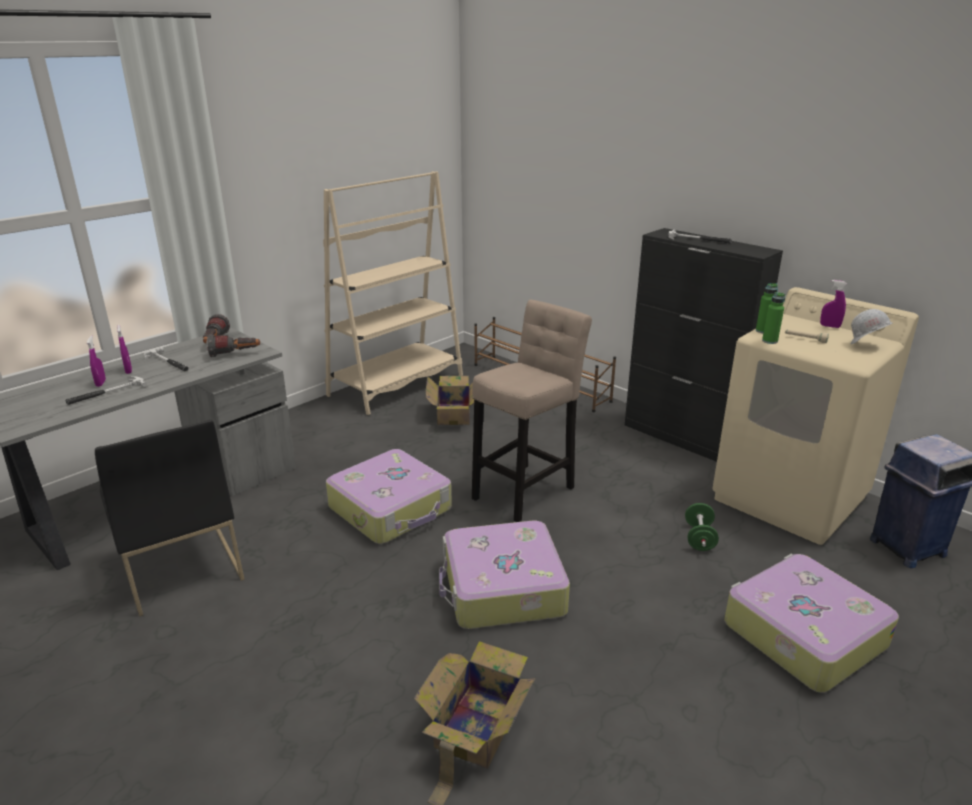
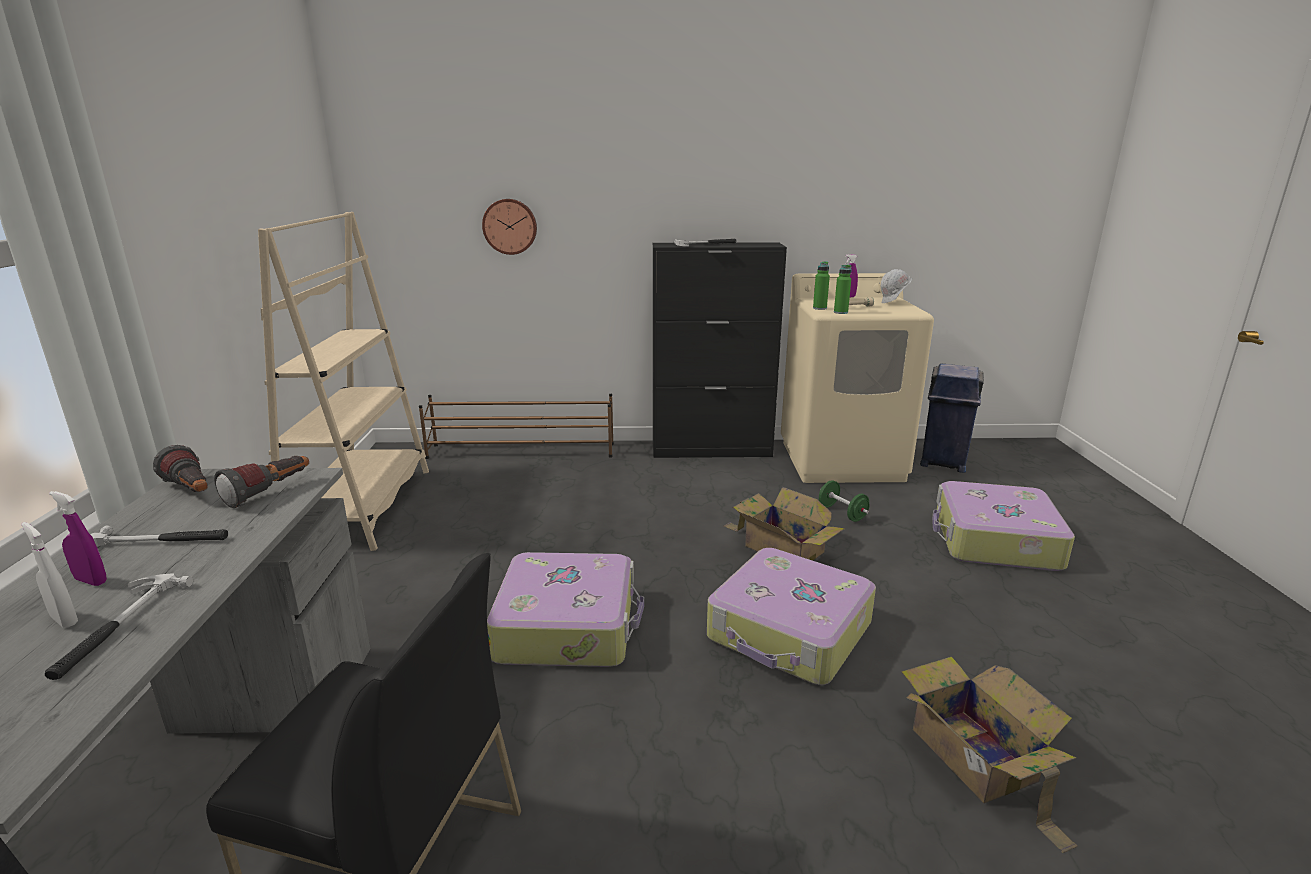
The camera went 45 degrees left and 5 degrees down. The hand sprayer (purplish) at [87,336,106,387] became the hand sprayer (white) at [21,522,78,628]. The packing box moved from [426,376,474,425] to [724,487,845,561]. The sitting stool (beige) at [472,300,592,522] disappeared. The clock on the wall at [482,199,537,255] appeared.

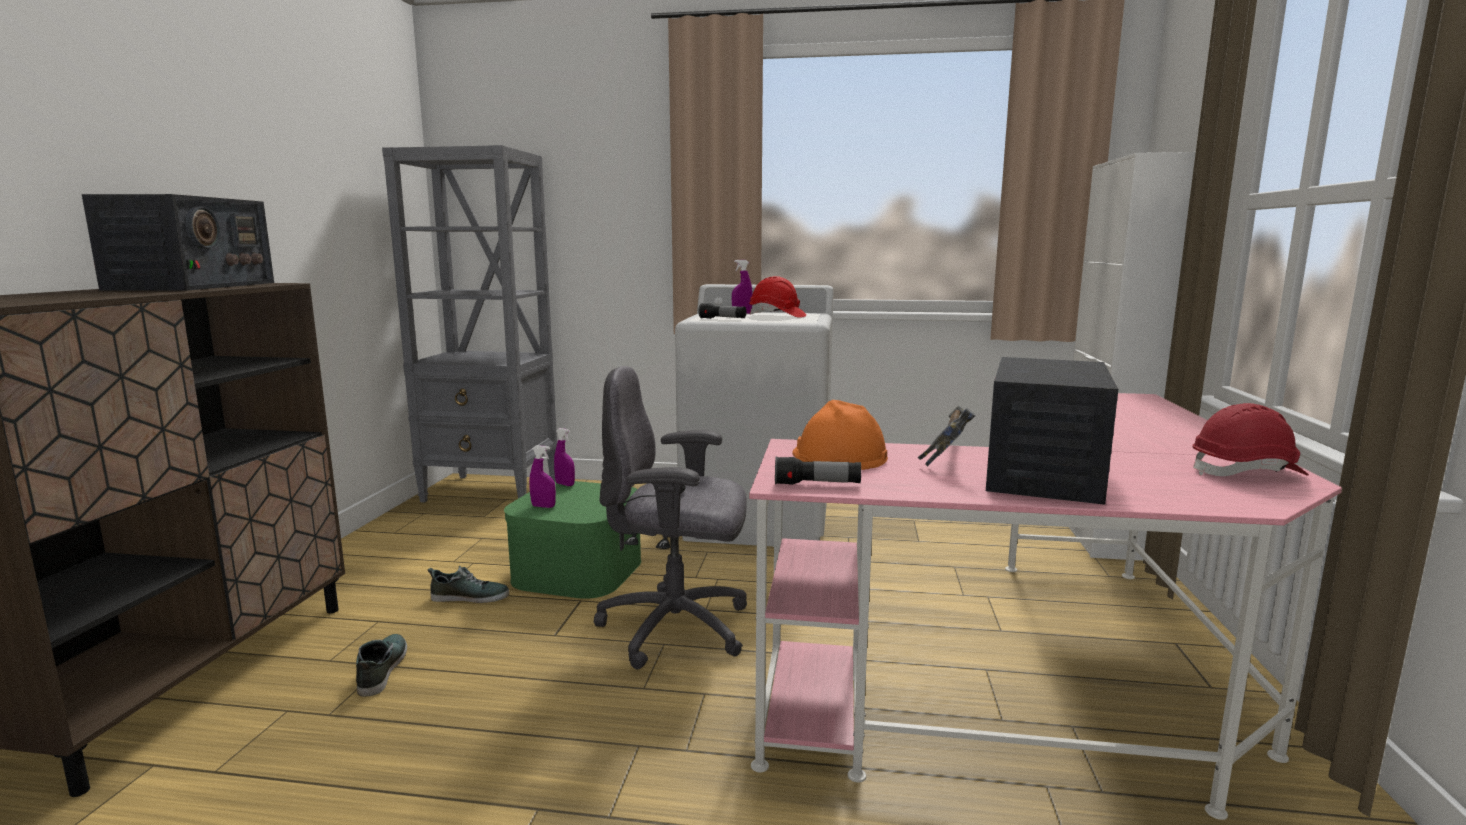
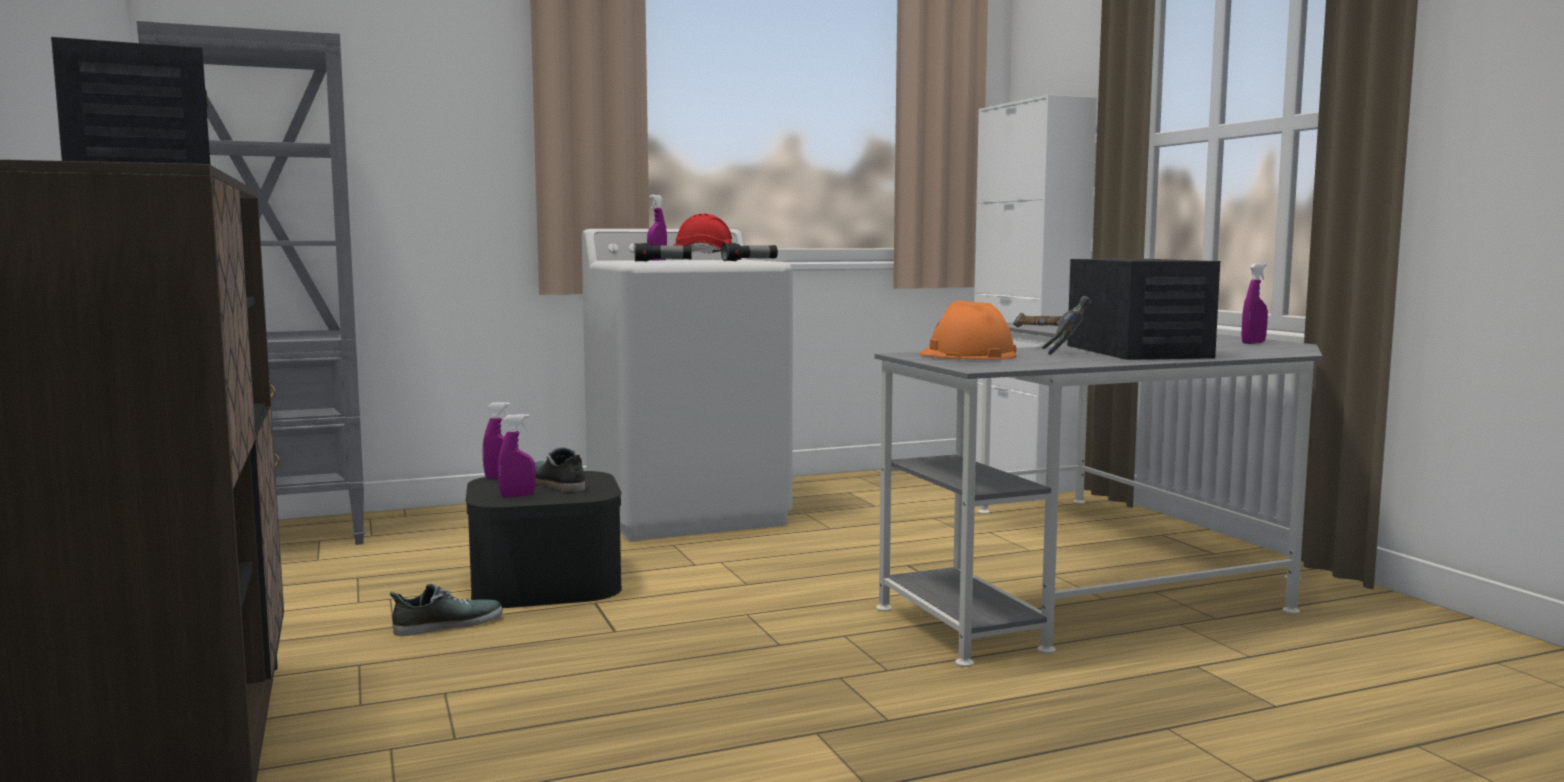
The camera went 30 degrees left and 5 degrees down. The item of footwear moved from [356,634,407,696] to [535,447,585,492]. The storage box (green) at [504,481,641,599] became the storage box (blackish) at [466,471,622,608]. The computer chair (greyish) at [594,366,747,669] disappeared. The desk unit (pink-coloured) at [749,393,1342,820] became the desk unit (greyish) at [874,322,1322,667]. The flashlight moved from [775,456,861,485] to [721,243,778,261]. The hard hat (red-coloured) at [1192,403,1309,476] was replaced by the hand sprayer (purplish) at [1241,263,1268,344].

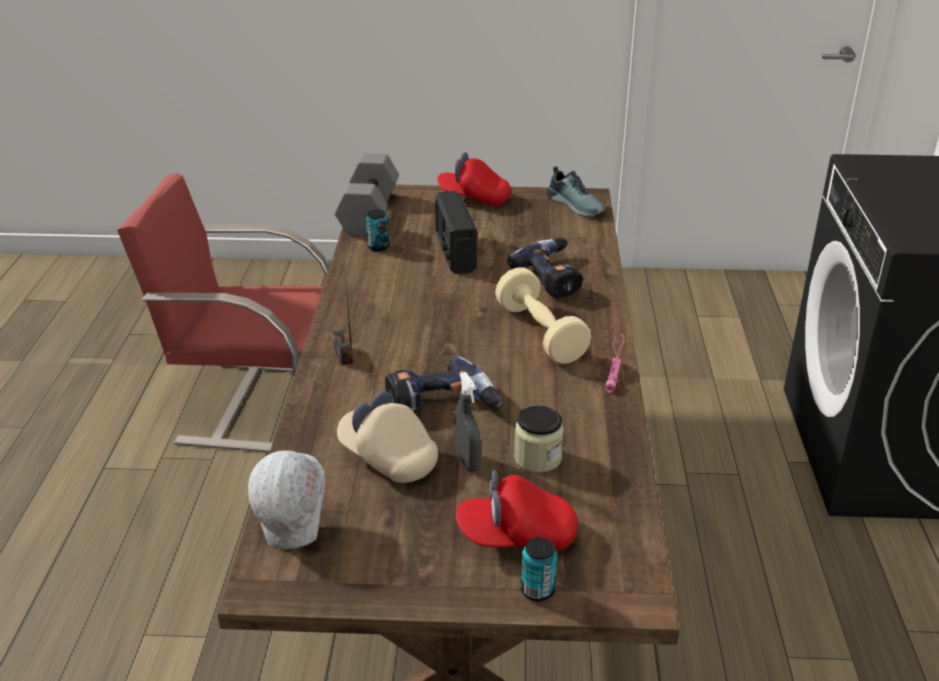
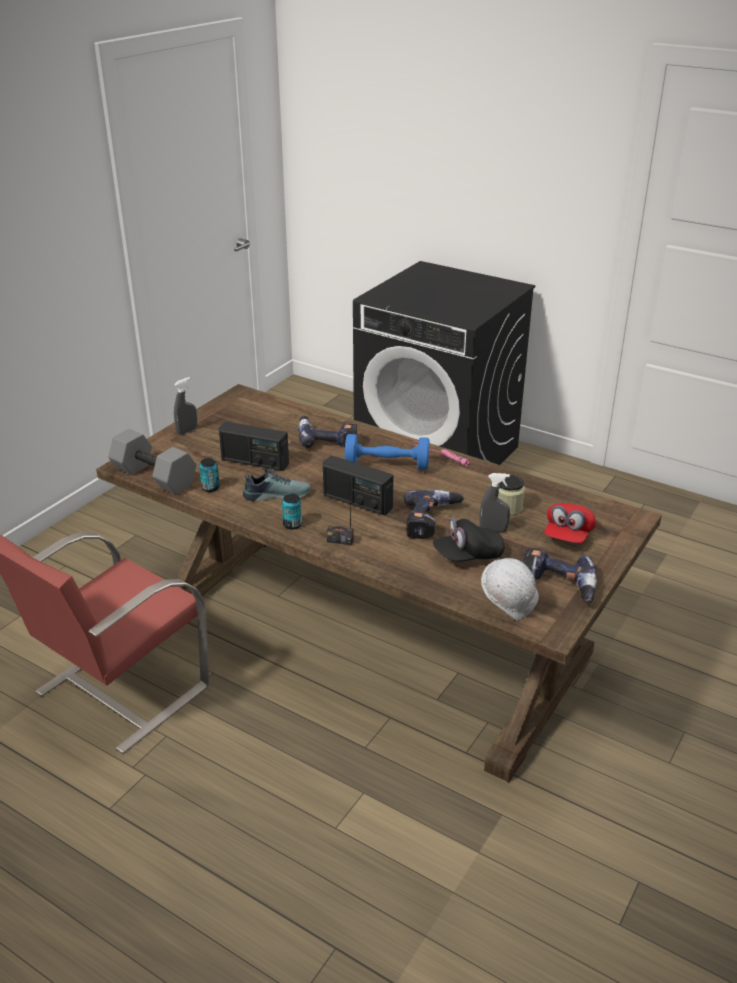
The camera went 60 degrees left and 0 degrees up. The baseball cap (beige) at [337,391,438,483] became the baseball cap (blackish) at [433,517,504,562]. The baseball cap (red-coloured) at [437,152,511,206] was replaced by the hand sprayer (greyish) at [174,377,197,435]. The hand weight (beige) at [495,267,591,364] became the hand weight (blue) at [345,434,429,470]. The metal can moved from [521,537,558,601] to [282,494,302,529]. The item of footwear moved from [546,166,605,216] to [243,468,310,502]. The radio at [323,456,393,515] appeared. The electric drill at [523,548,597,603] appeared.

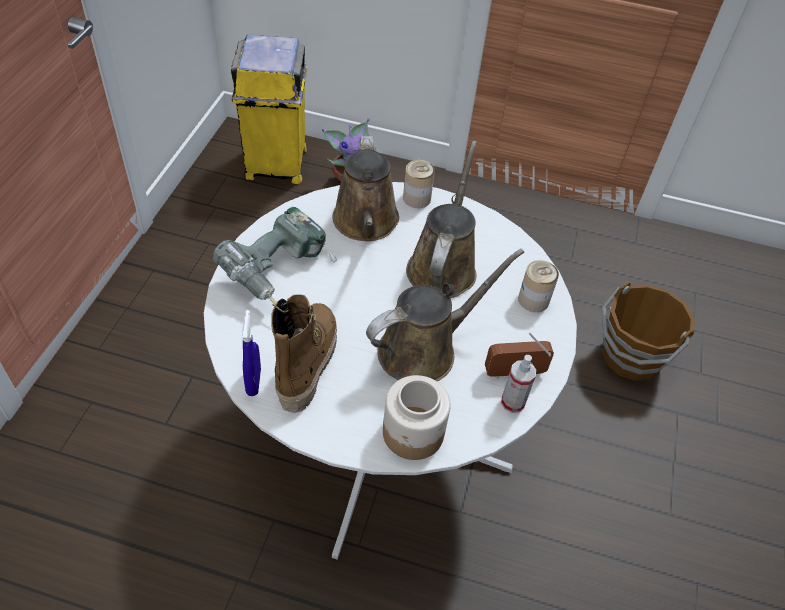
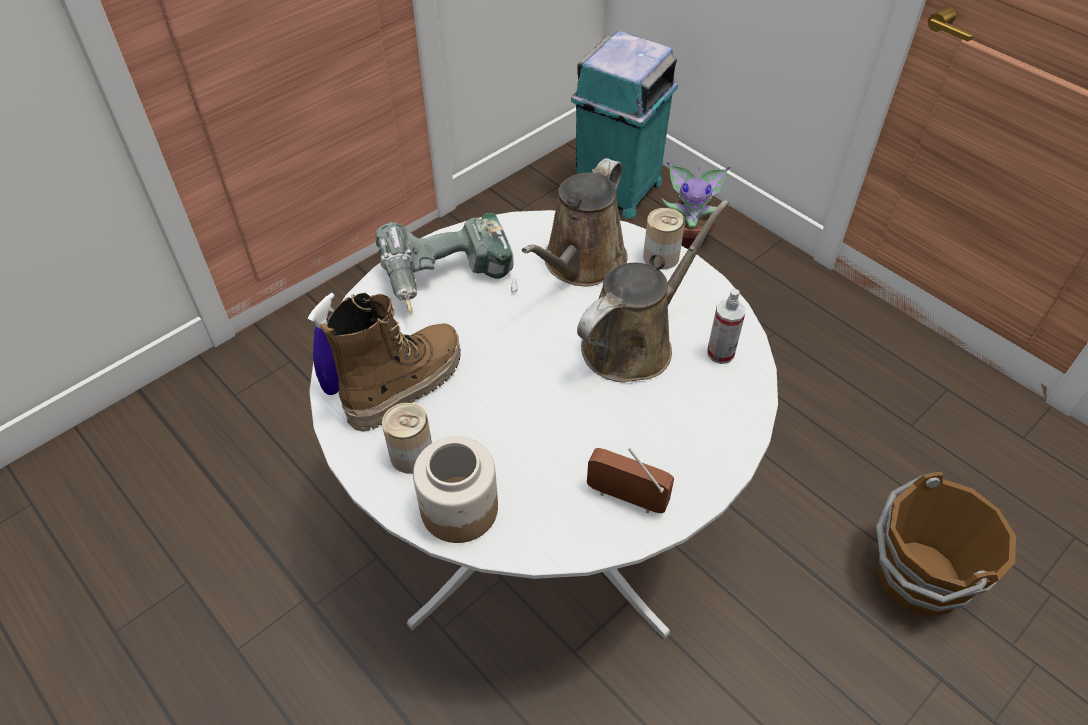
The camera went 35 degrees right and 0 degrees up. The waste bin (yellow) at [231,35,308,184] became the waste bin (turquoise) at [571,31,678,219]. The watering pot (brownish) at [366,249,524,381] disappeared. The hand sprayer moved from [501,355,536,413] to [707,289,745,364]. The metal can moved from [518,260,559,312] to [382,403,432,474].

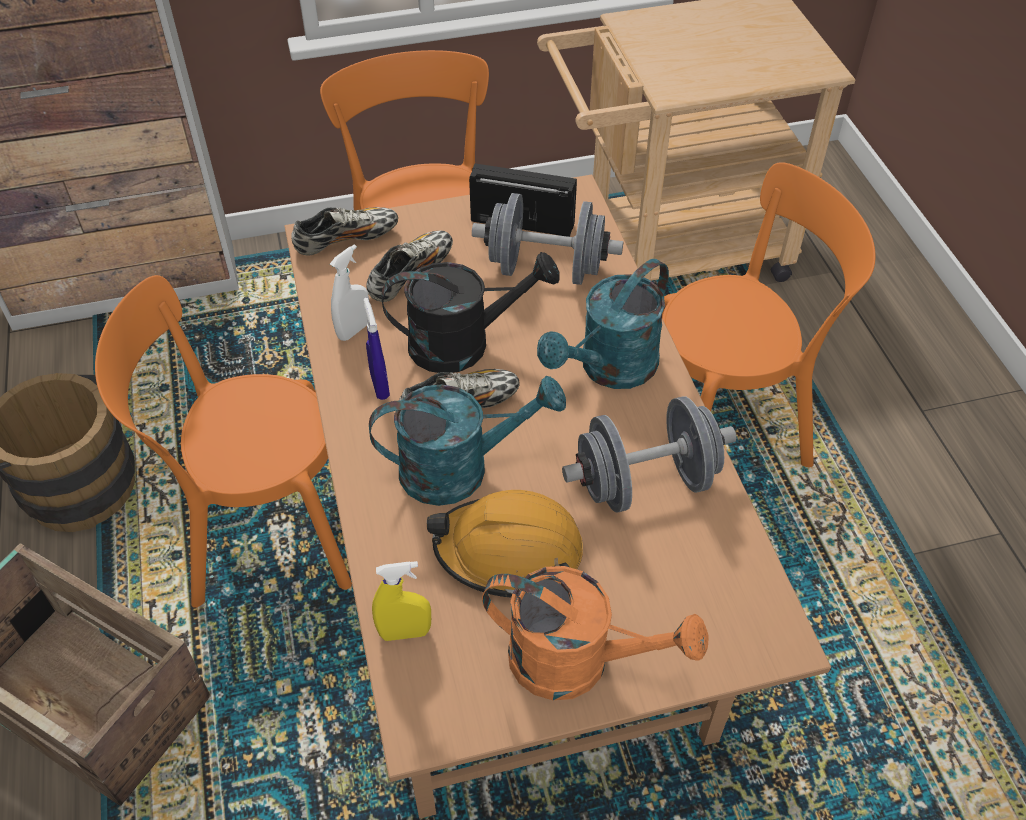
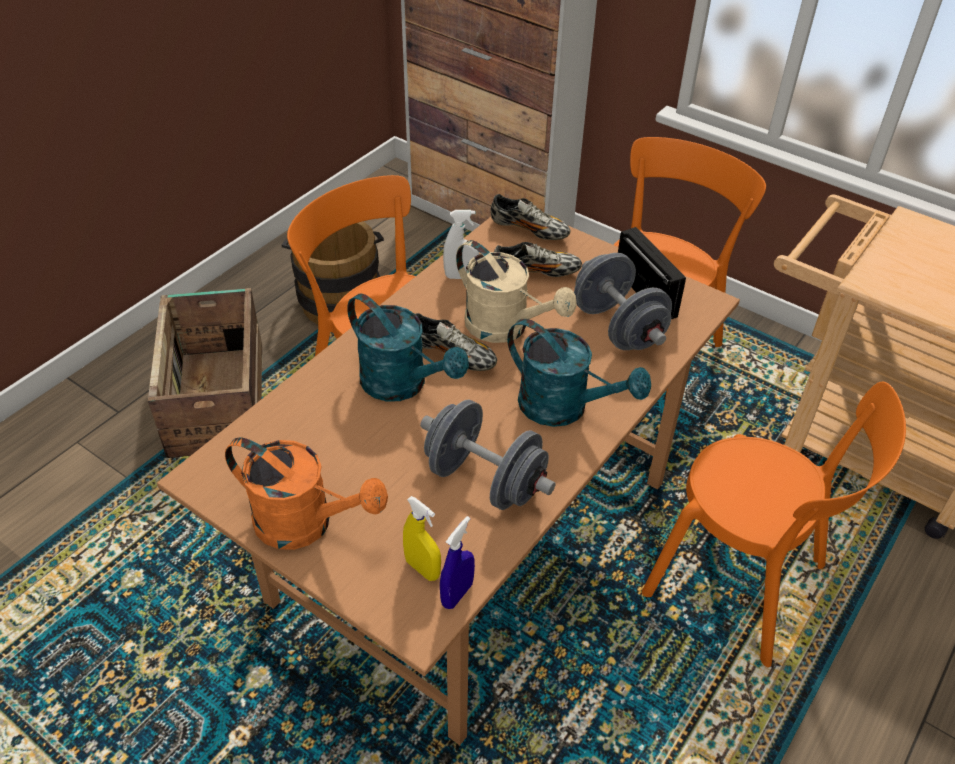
The camera went 50 degrees right and 5 degrees down. The hand sprayer (blue) moved from [364,298,390,400] to [440,516,475,609]. The hand sprayer (yellow) moved from [372,561,431,641] to [403,496,441,581]. The watering pot (blackish) at [381,252,560,373] became the watering pot (beige) at [456,240,577,343]. The hard hat (orange) at [427,490,583,597] disappeared. The watering pot (orange) at [482,566,708,700] turned 45 degrees counterclockwise. The watering pot (turquoise) at [537,259,669,389] turned 150 degrees counterclockwise.

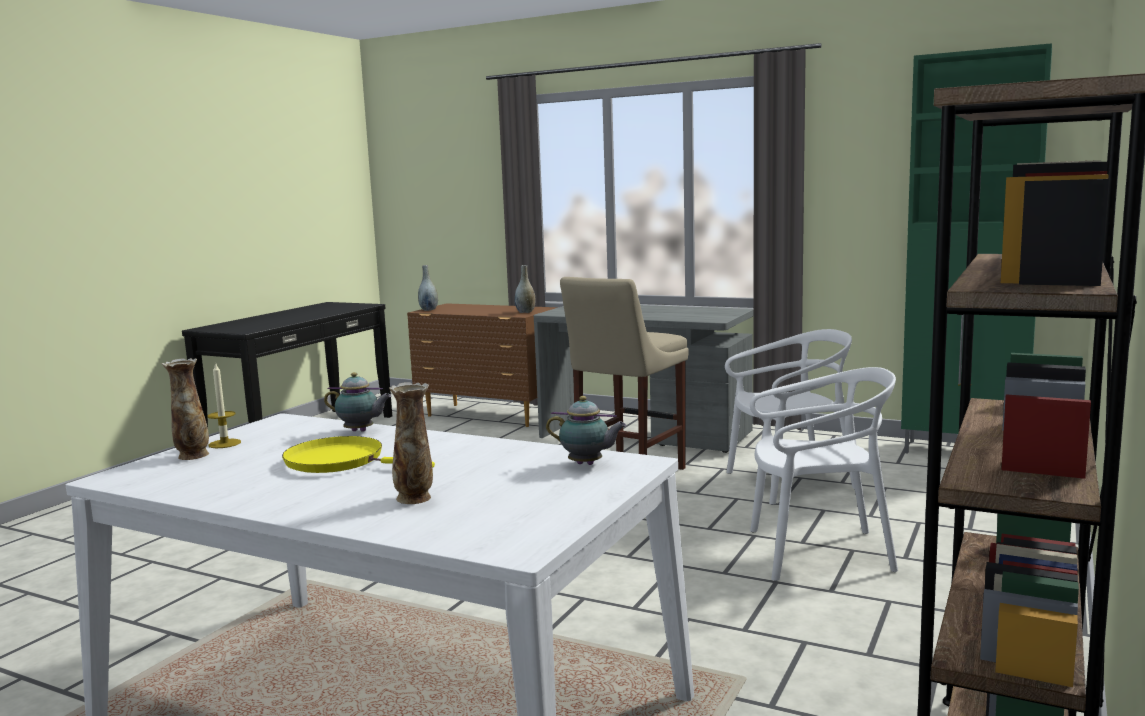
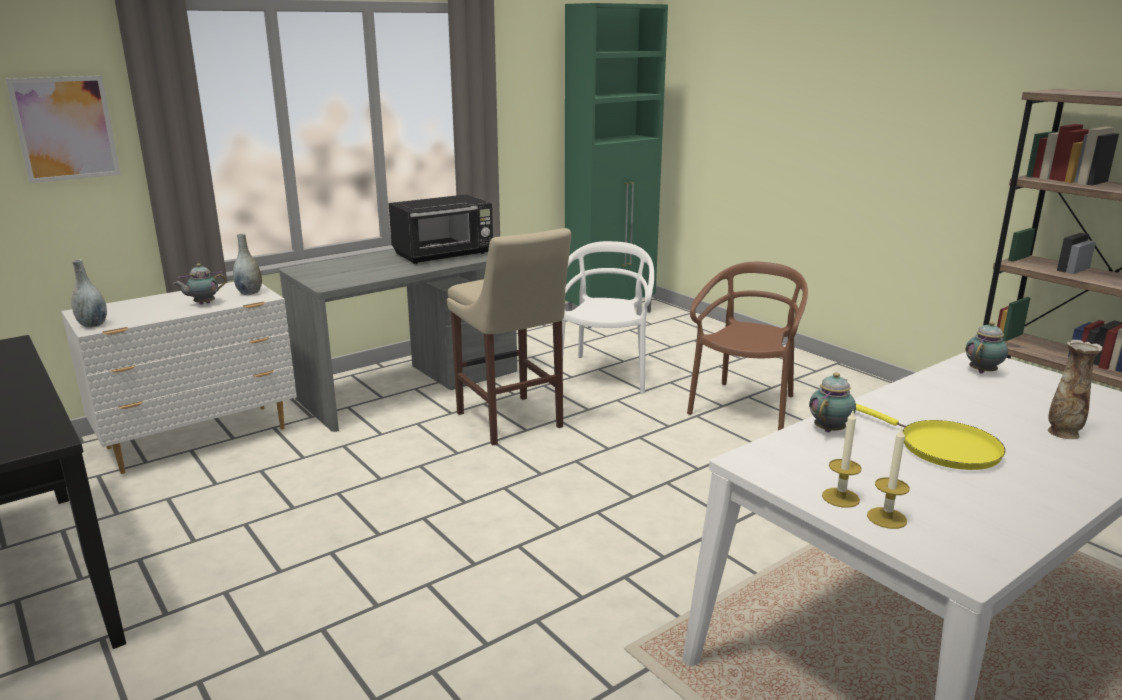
The camera went 65 degrees left and 10 degrees up. The flower vase at [162,358,209,460] was replaced by the wax candle at [867,428,910,529]. The skillet (yellow) at [282,436,435,473] turned 90 degrees counterclockwise. The chest of drawers (brownish) at [407,303,558,427] became the chest of drawers (white) at [61,282,297,474]. The plain chair (white) at [750,367,898,581] became the plain chair (brownish) at [687,262,808,430]. The wall picture at [6,76,121,183] appeared. The pot for tea at [173,264,227,305] appeared. The microwave oven (blackish) at [388,194,493,264] appeared.

